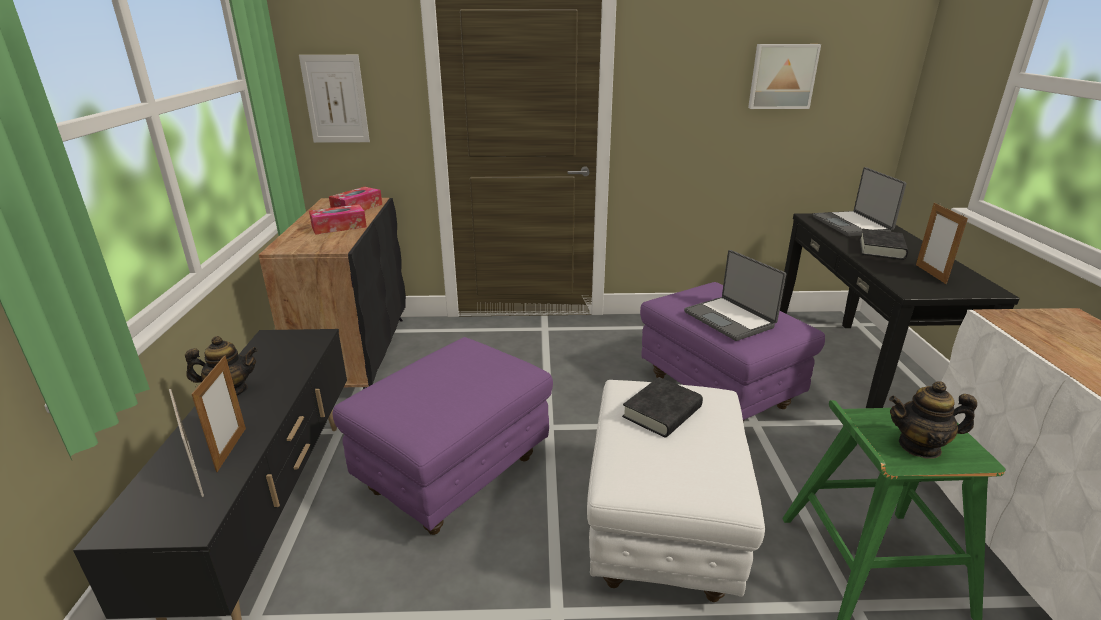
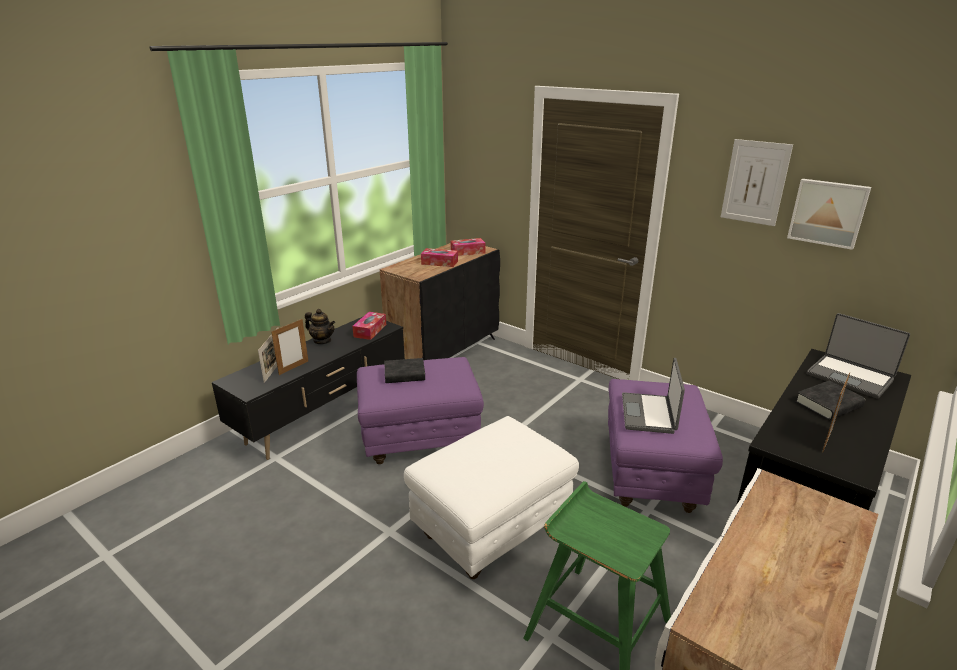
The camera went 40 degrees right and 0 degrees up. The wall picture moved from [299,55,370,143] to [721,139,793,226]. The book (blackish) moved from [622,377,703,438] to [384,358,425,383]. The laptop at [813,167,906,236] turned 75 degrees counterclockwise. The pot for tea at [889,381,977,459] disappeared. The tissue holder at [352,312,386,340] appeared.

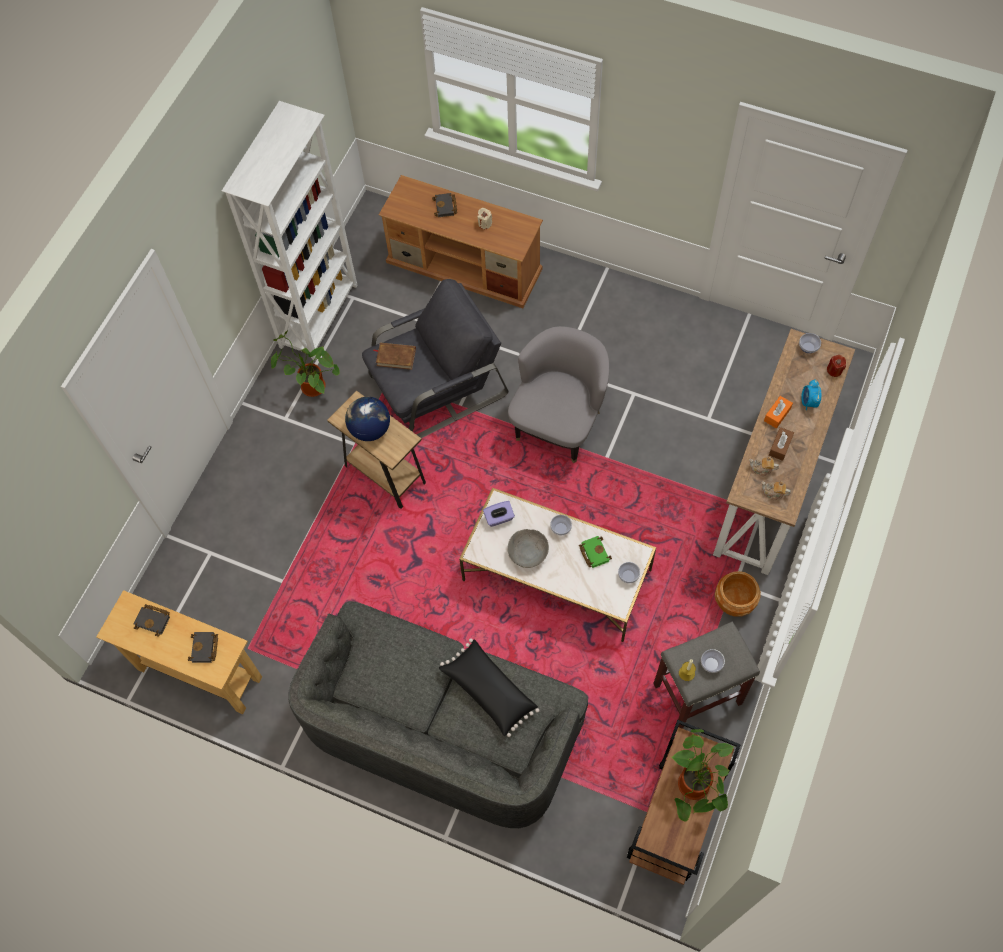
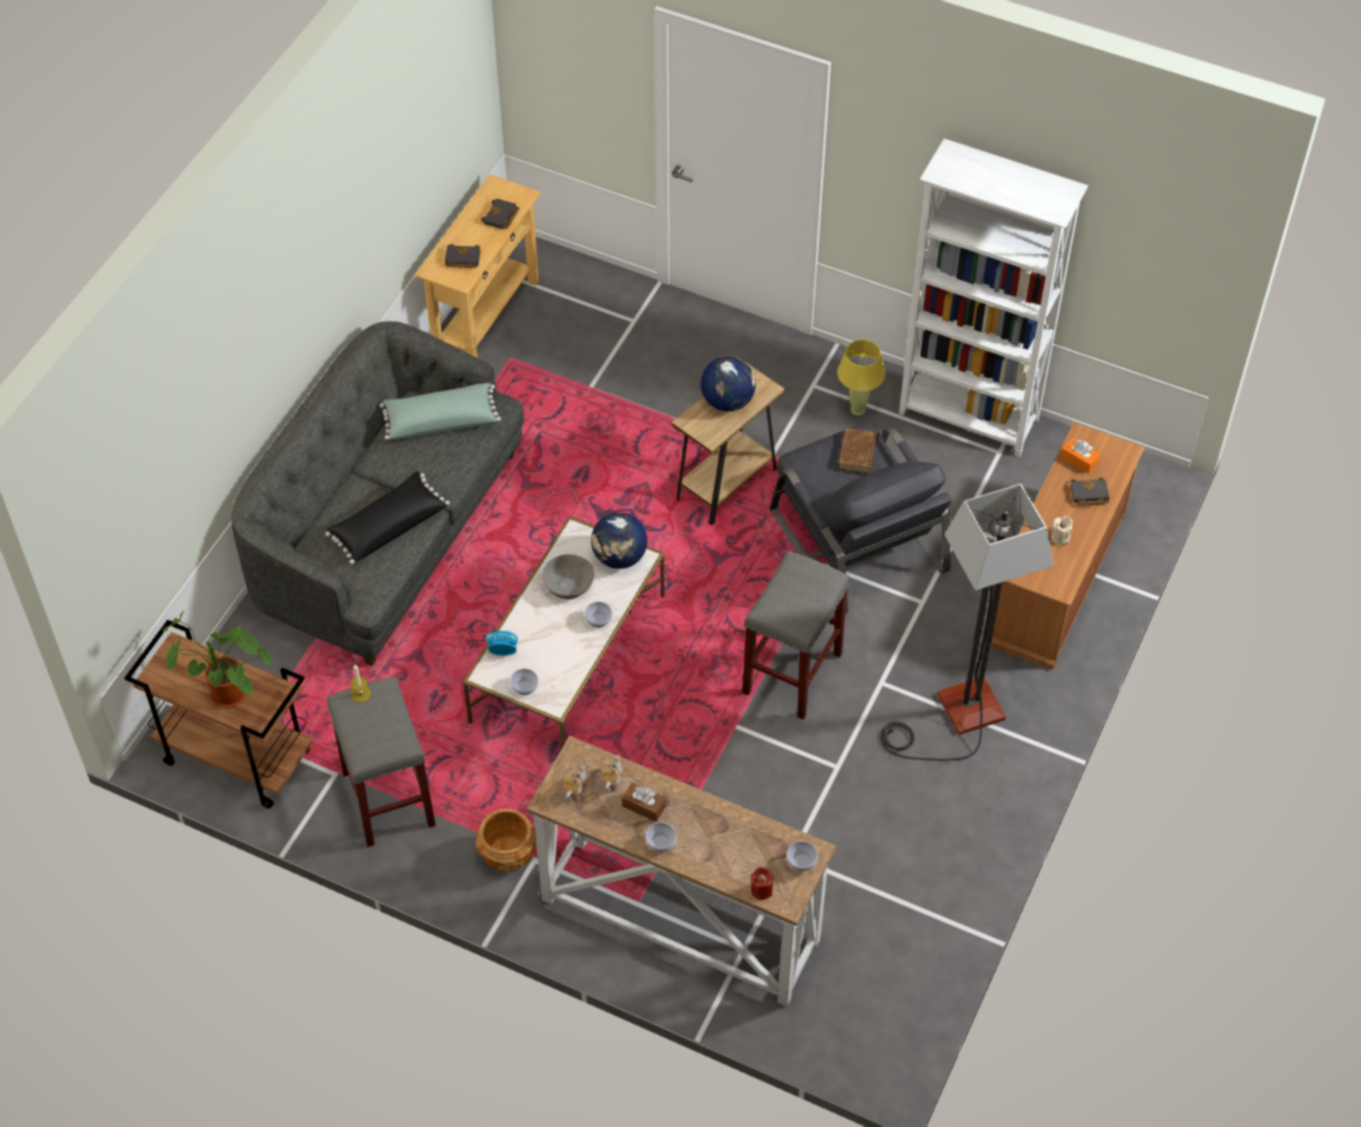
The camera went 90 degrees right and 10 degrees down. The potted plant at [271,330,340,397] was replaced by the table lamp (yellow) at [837,340,885,415]. The tissue holder (purplish) at [483,501,515,527] was replaced by the globe at [591,512,647,569]. The lounge chair (greyish) at [508,326,609,463] was replaced by the sitting stool (greyish) at [742,550,850,720]. The book (green) at [579,536,612,568] disappeared. The serving bowl moved from [701,649,725,673] to [645,822,677,852]. The tissue holder (orange) moved from [764,396,793,428] to [1061,438,1100,474]. The bedside clock moved from [801,379,821,411] to [485,631,518,656]. The cushion (green) at [380,383,501,440] appeared. The floor lamp at [880,484,1054,761] appeared.

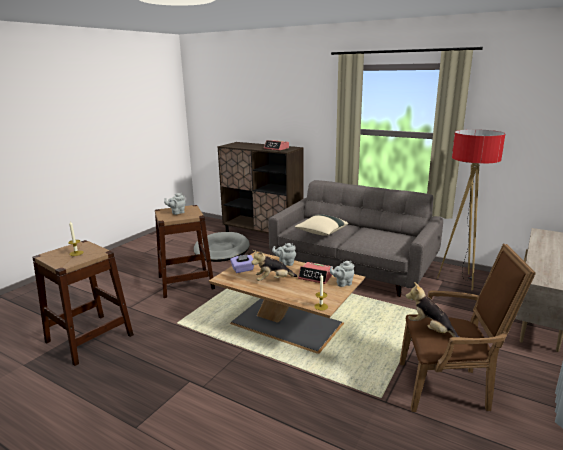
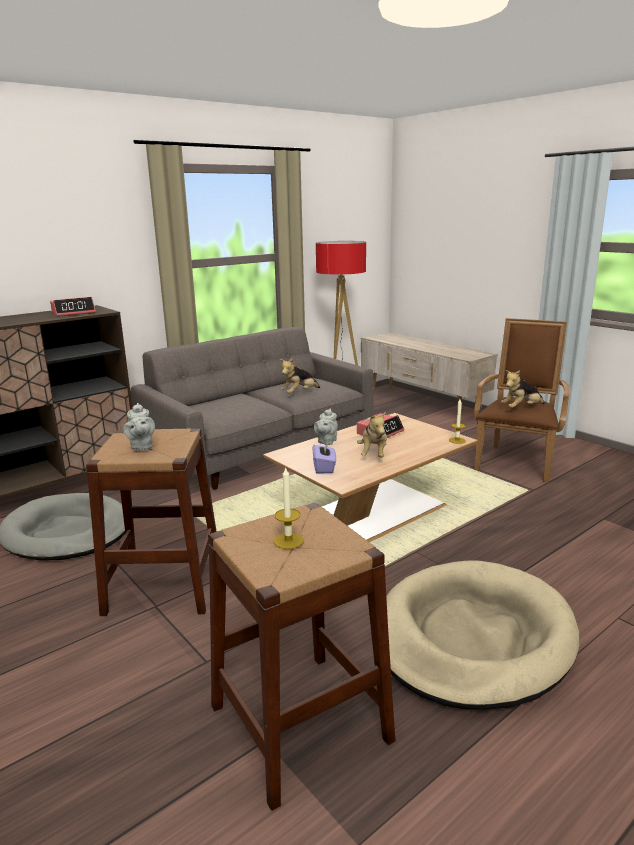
The camera went 70 degrees left and 0 degrees up. The cushion (beige) at [295,214,348,236] disappeared. The pot for tea (greyish) at [330,261,354,287] disappeared. The soft toy at [280,359,320,393] appeared. The pet bed (beige) at [386,560,579,710] appeared.

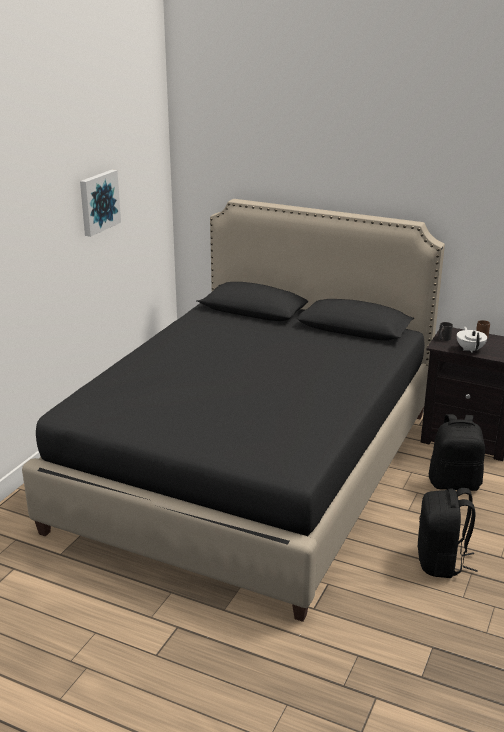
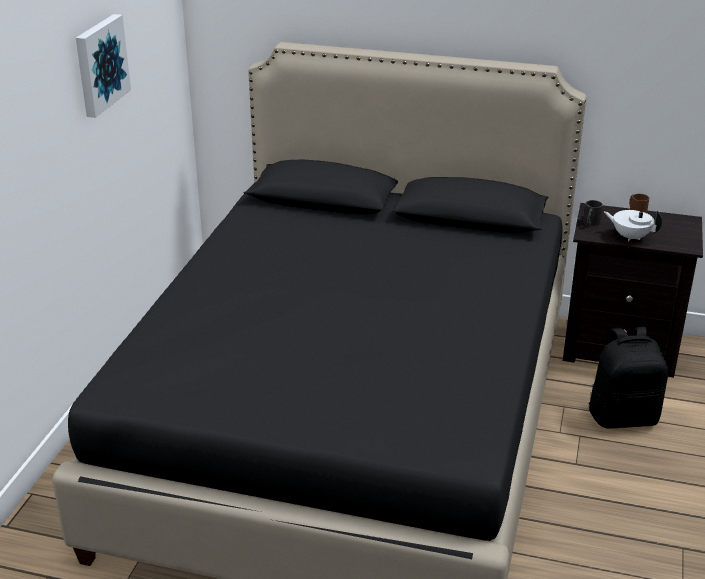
The camera went 10 degrees left and 5 degrees up. The backpack (blackish) at [418,488,478,578] disappeared. The pot for tea (white) at [457,327,487,353] turned 45 degrees counterclockwise.

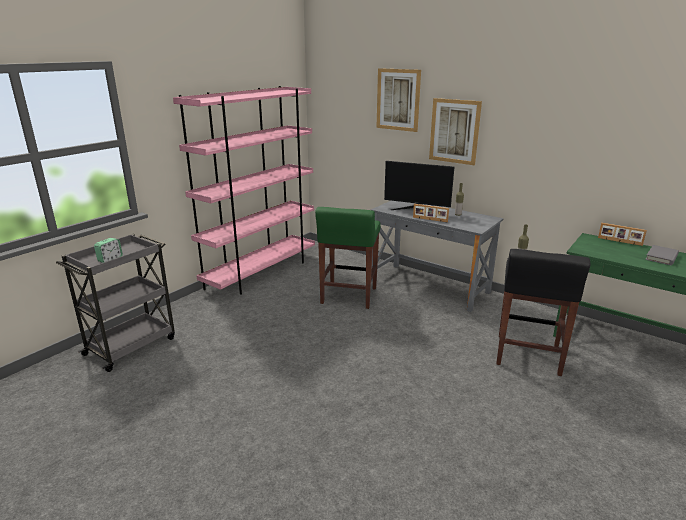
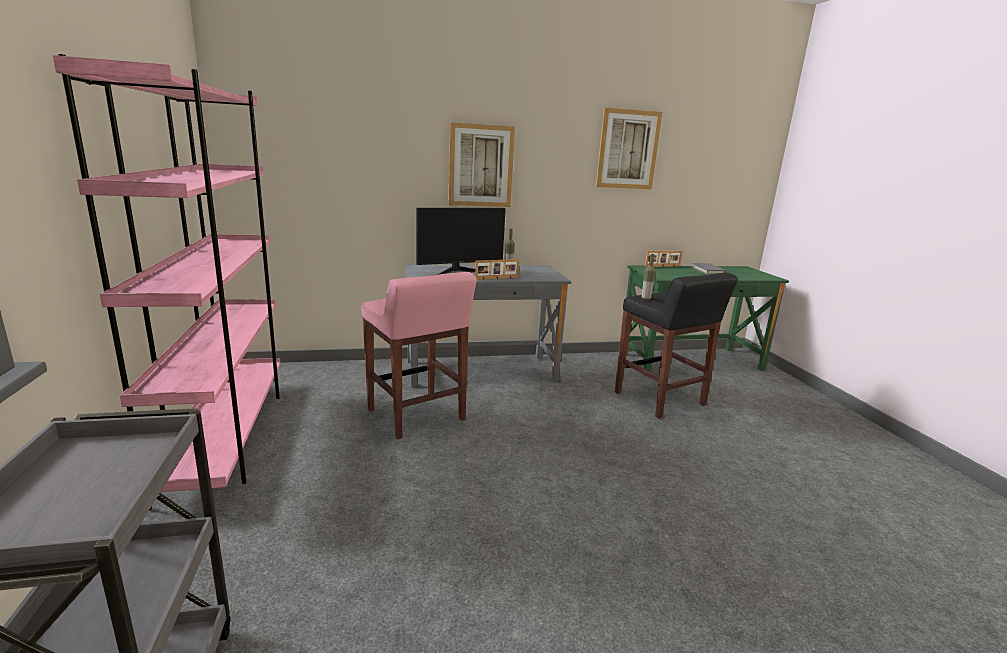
The camera went 50 degrees left and 5 degrees down. The bedside clock at [94,238,123,263] disappeared. The sitting stool (green) at [315,207,381,309] became the sitting stool (pink-coloured) at [361,272,477,439]. The wall picture moved from [376,68,421,132] to [596,108,662,189].

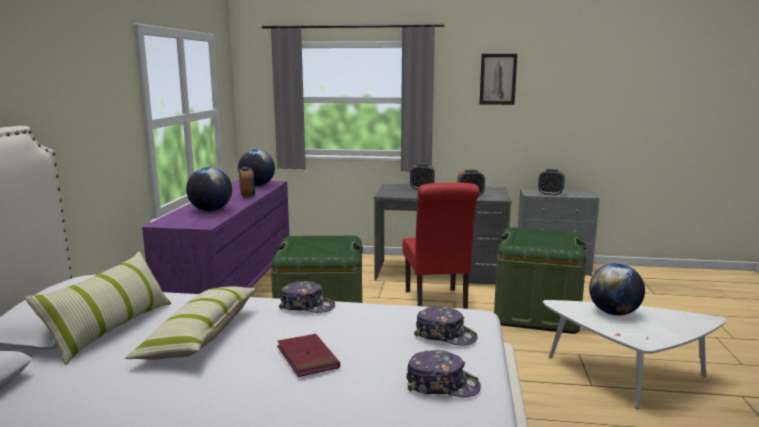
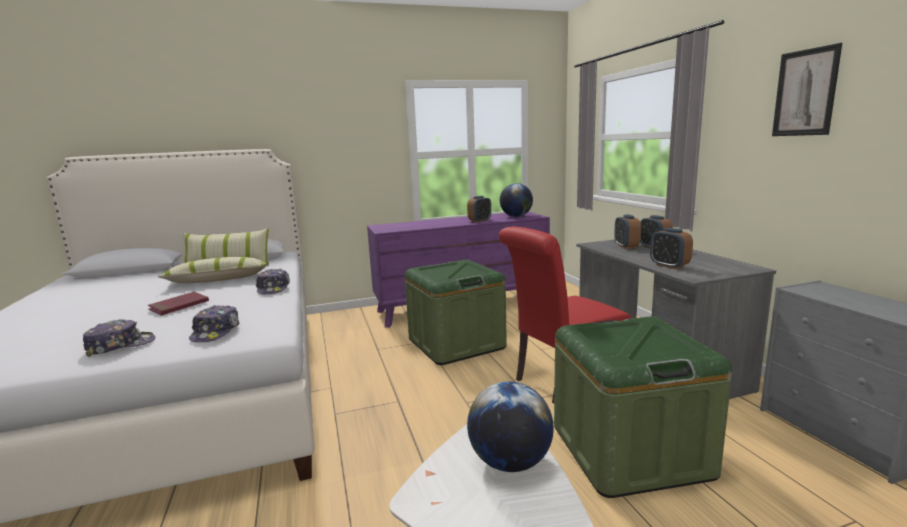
The camera went 65 degrees right and 0 degrees up. The globe at [186,167,232,212] disappeared. The baseball cap at [406,350,481,397] turned 105 degrees counterclockwise. The bedside clock moved from [538,169,565,196] to [614,215,641,249].

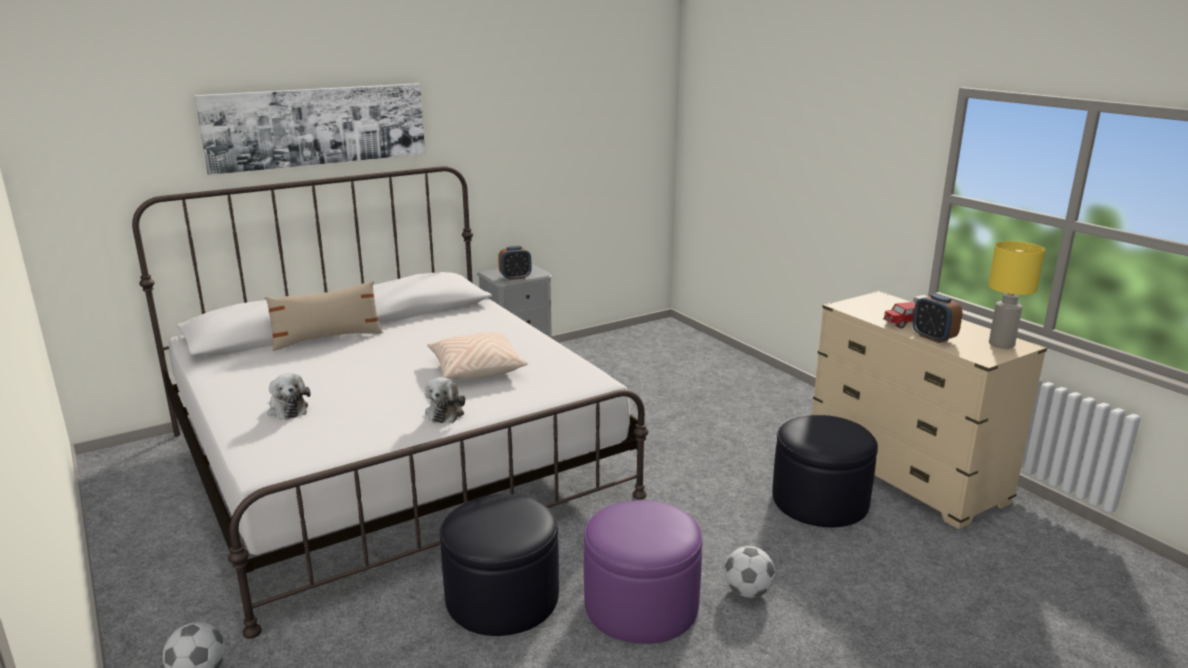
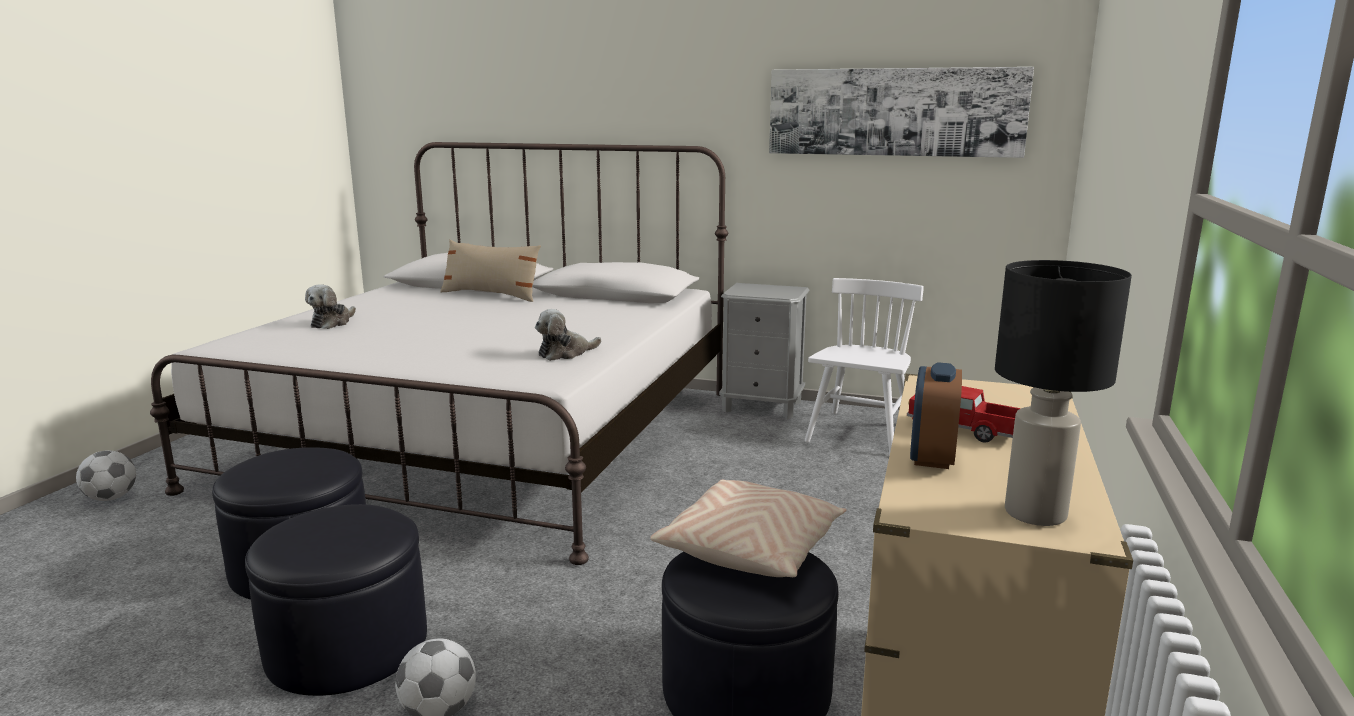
The camera went 50 degrees right and 5 degrees down. The wall picture moved from [194,83,425,175] to [769,67,1034,158]. The soft toy moved from [425,377,465,423] to [535,309,601,361]. The cushion (beige) moved from [427,332,528,380] to [650,479,847,577]. The bedside clock at [498,246,532,280] disappeared. The footrest (purplish) at [584,500,703,644] became the footrest (blackish) at [245,504,427,696]. The table lamp (yellow) at [988,241,1045,349] became the table lamp (blackish) at [995,260,1132,526]. The plain chair (white) at [805,278,924,455] appeared.

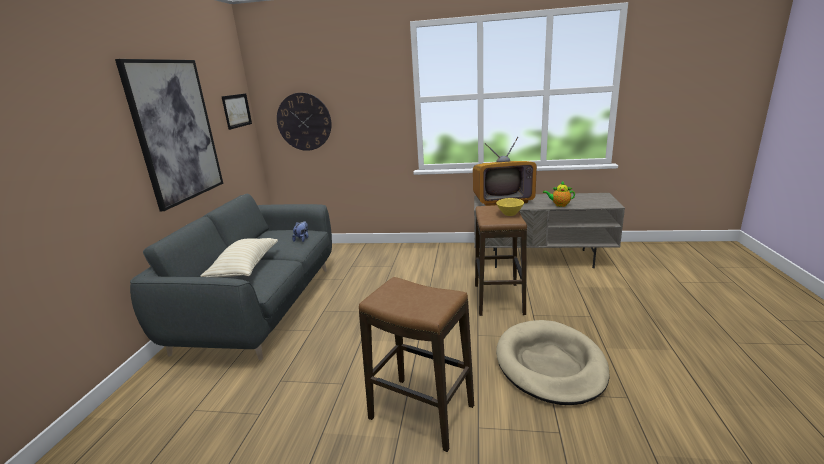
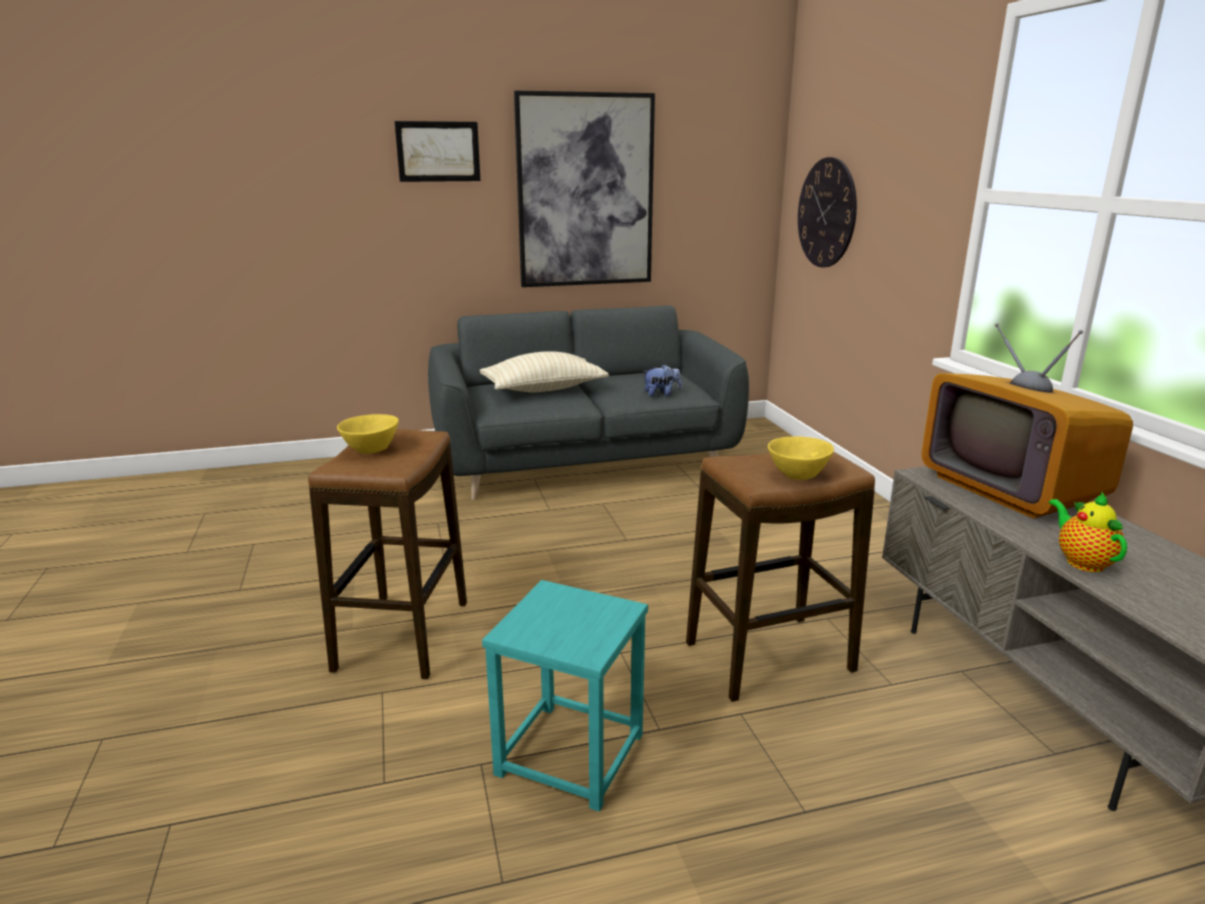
The camera went 65 degrees right and 0 degrees up. The wall picture moved from [221,93,252,130] to [395,121,480,182]. The pet bed (beige) at [496,320,610,405] was replaced by the sitting stool (turquoise) at [482,580,648,811]. The serving bowl (yellow) at [337,414,399,454] appeared.

